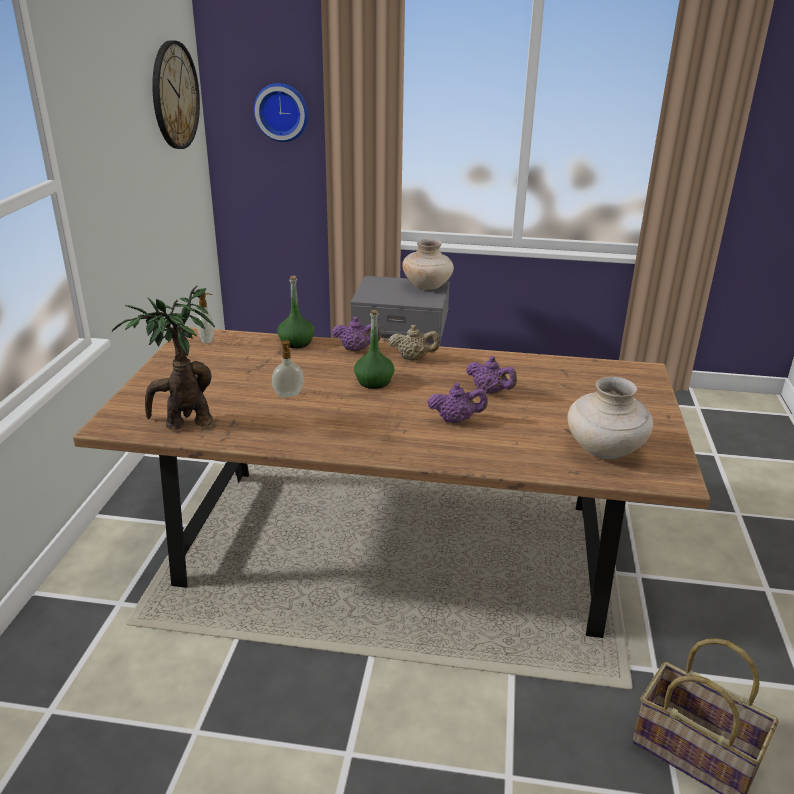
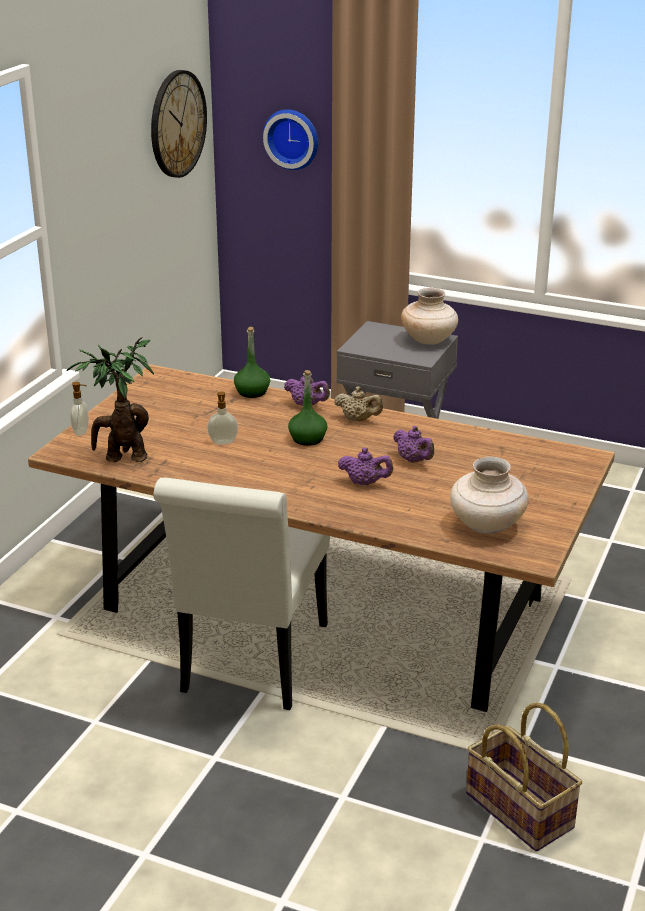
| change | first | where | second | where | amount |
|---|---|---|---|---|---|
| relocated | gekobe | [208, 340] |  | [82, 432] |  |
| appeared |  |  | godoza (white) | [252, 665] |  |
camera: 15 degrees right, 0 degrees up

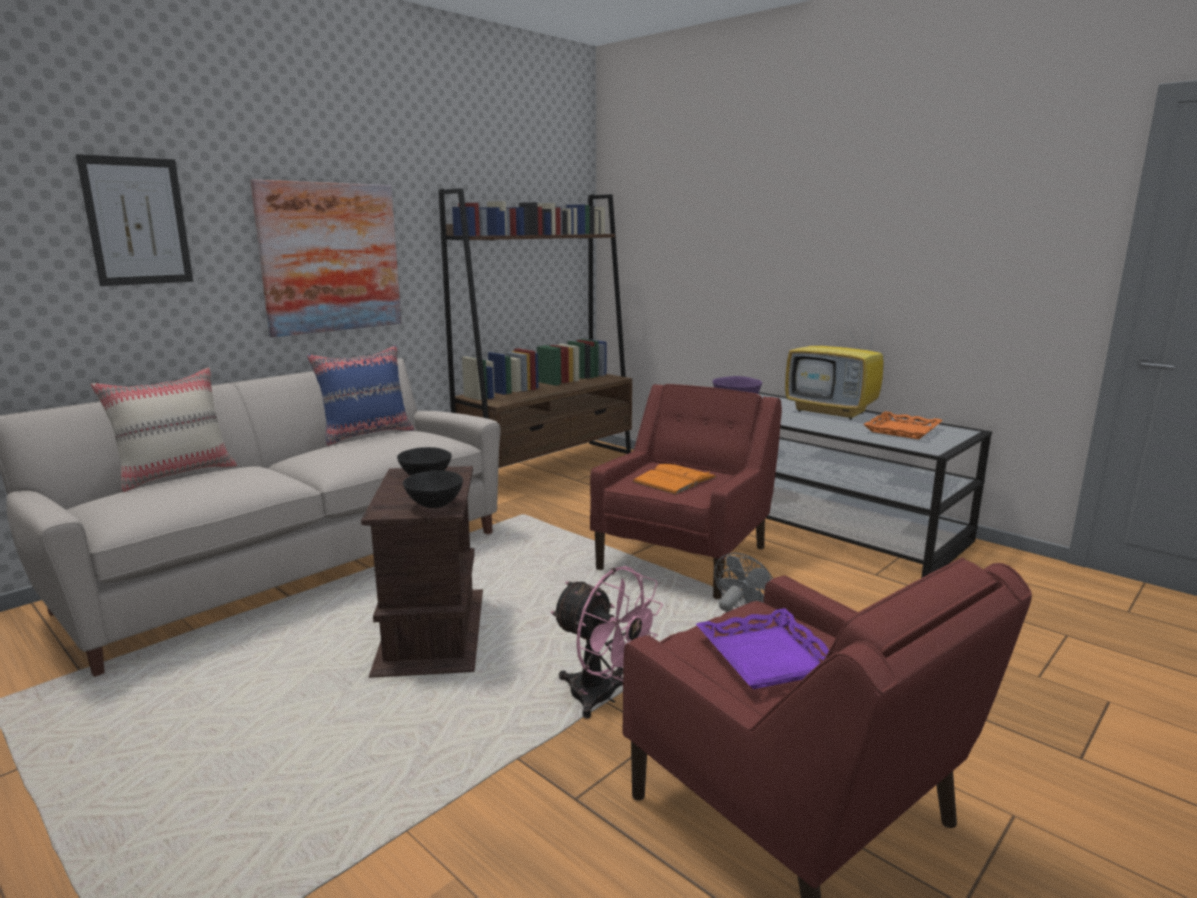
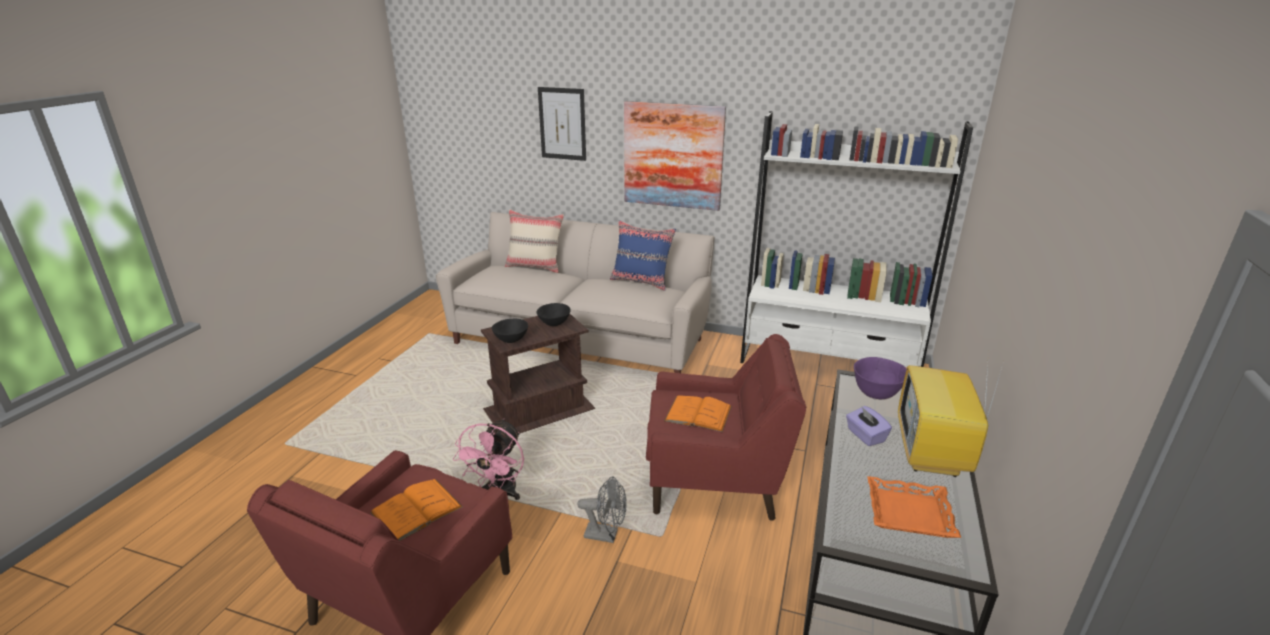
| change | first | where | second | where | amount |
|---|---|---|---|---|---|
| exchanged | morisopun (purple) | [769, 657] | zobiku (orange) | [416, 510] |  |
| colour | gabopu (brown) | [548, 467] | gabopu (white) | [828, 363] |  |
| appeared |  |  | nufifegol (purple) | [865, 436] |  |
camera: 65 degrees right, 10 degrees up

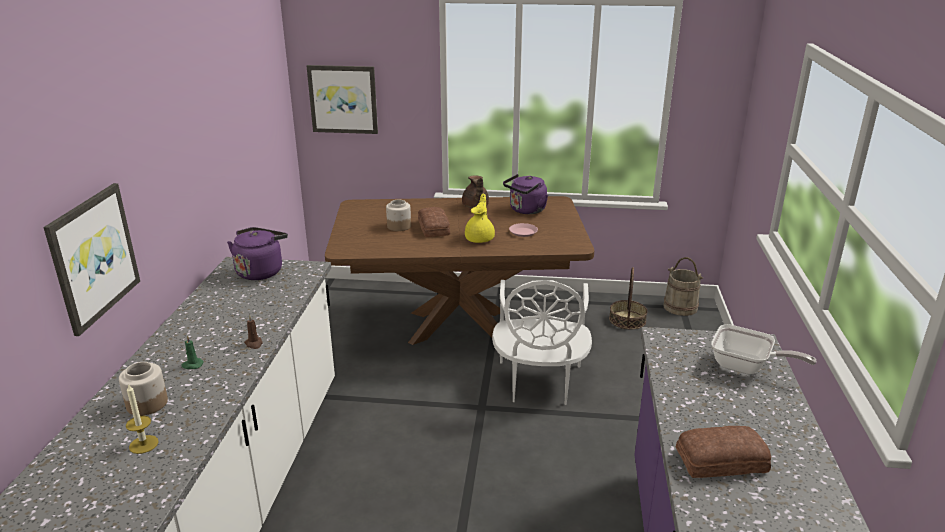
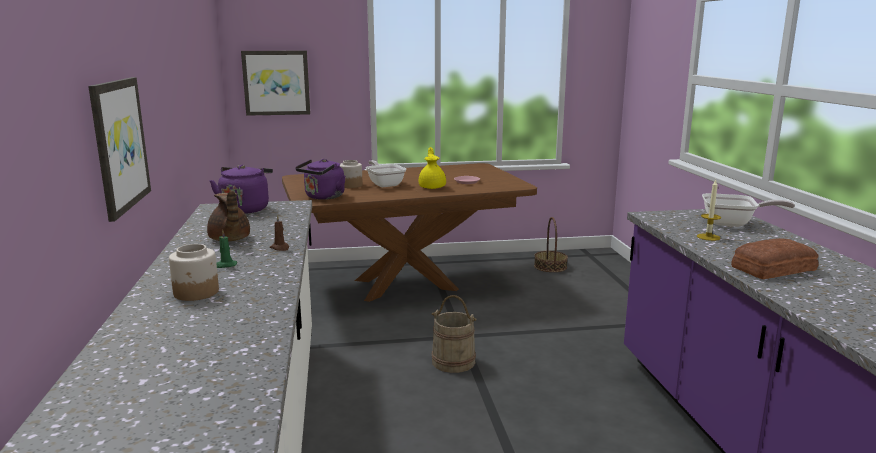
| change | first | where | second | where | amount |
|---|---|---|---|---|---|
| relocated | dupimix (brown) | [475, 207] |  | [229, 239] |  |
| relocated | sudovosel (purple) | [526, 210] |  | [323, 197] |  |
| exchanged | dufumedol | [434, 227] | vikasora | [384, 184] |  |
| relocated | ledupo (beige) | [680, 307] |  | [453, 361] |  |
| relocated | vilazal | [143, 444] |  | [708, 237] |  |
| missing | godoza (white) | [539, 383] |  |  |  |
camera: 15 degrees left, 10 degrees down

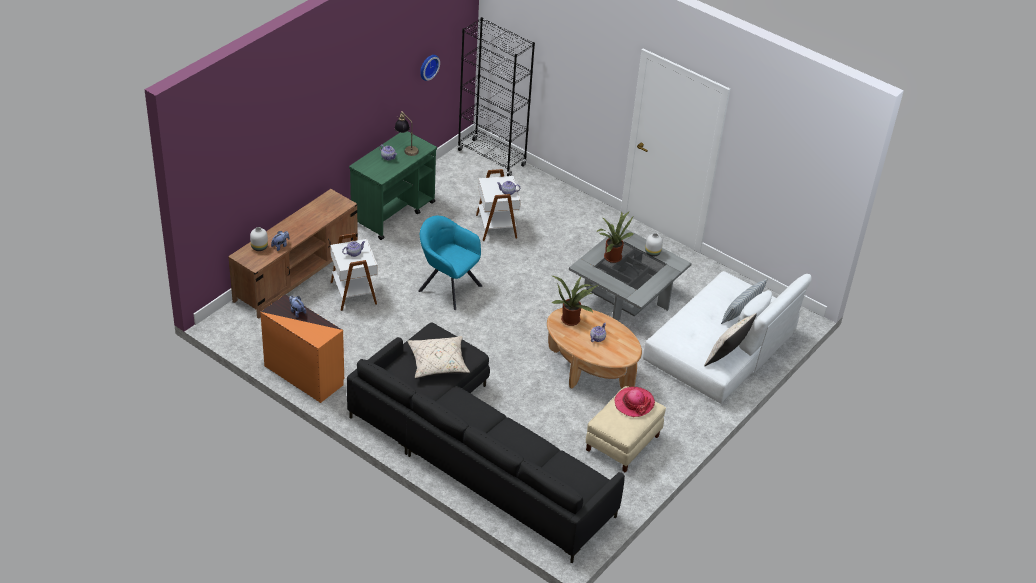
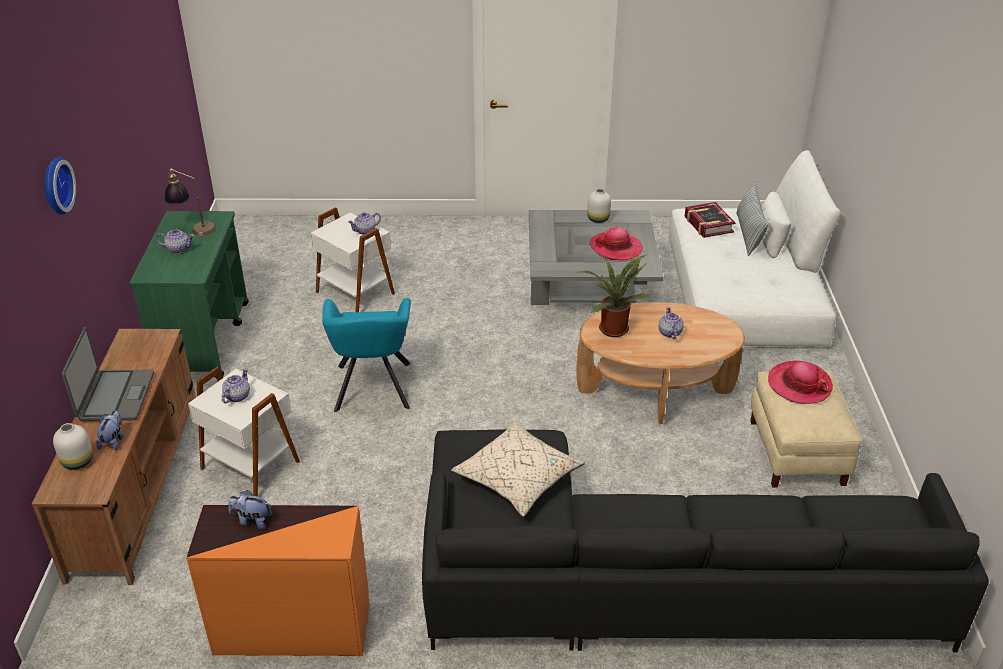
| change | first | where | second | where | amount |
|---|---|---|---|---|---|
| relocated | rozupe | [428, 66] |  | [55, 186] |  |
| appeared |  |  | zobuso | [115, 396] |  |
| spun | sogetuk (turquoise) | [447, 287] |  | [373, 389] | 90 degrees counterclockwise |
| appeared |  |  | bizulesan | [616, 248] |  |
| appeared |  |  | zobiku | [708, 224] |  |
| missing | gabopu (black) | [491, 158] |  |  |  |
| missing | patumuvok | [611, 256] |  |  |  |
| missing | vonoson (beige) | [727, 356] |  |  |  |
camera: 35 degrees left, 5 degrees down

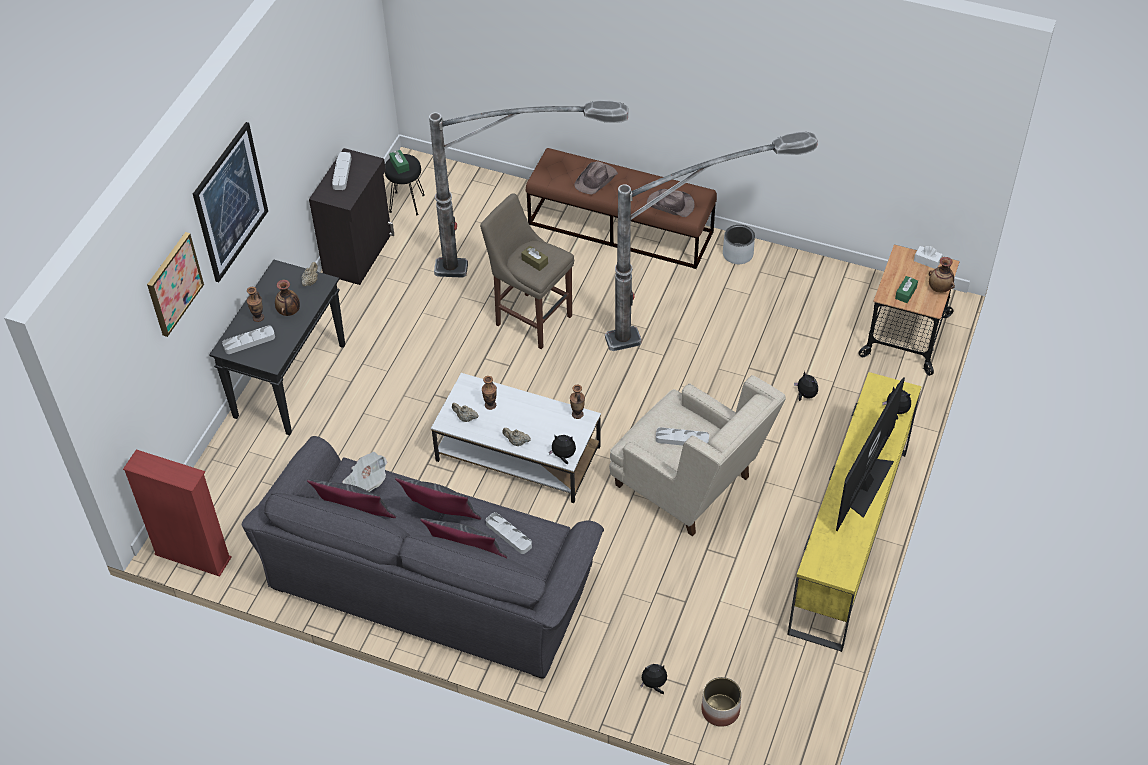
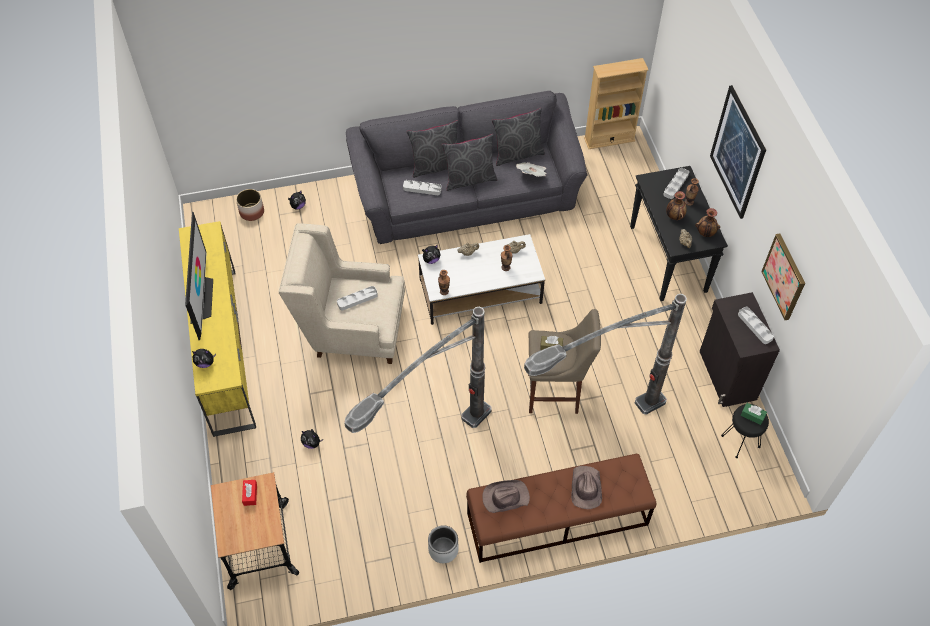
| change | first | where | second | where | amount |
|---|---|---|---|---|---|
| colour | nufifegol (green) | [905, 293] | nufifegol (red) | [250, 494] |  |
| colour | gabopu (red) | [193, 556] | gabopu (beige) | [609, 139] |  |
| relocated | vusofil | [939, 288] |  | [705, 233] |  |
| relocated | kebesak | [174, 283] |  | [784, 276] |  |
| missing | nufifegol (white) | [927, 261] |  |  |  |
camera: 145 degrees right, 5 degrees up

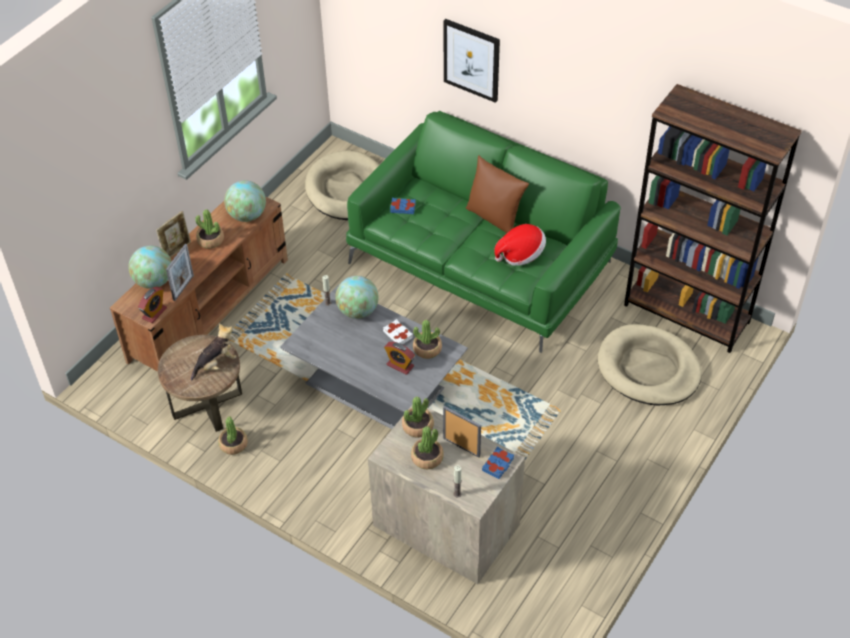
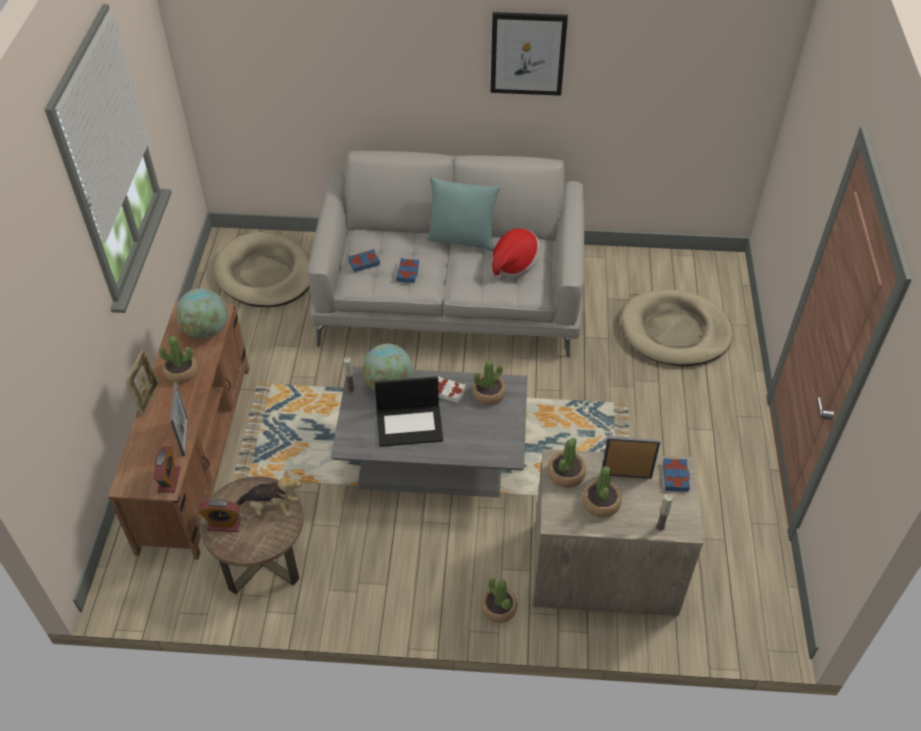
| change | first | where | second | where | amount |
|---|---|---|---|---|---|
| relocated | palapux | [400, 365] |  | [224, 524] |  |
| spun | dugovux | [216, 364] |  | [271, 507] | 75 degrees clockwise |
| colour | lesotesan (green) | [481, 263] | lesotesan (grey) | [451, 295] |  |
| appeared |  |  | zobuso | [410, 425] |  |
| appeared |  |  | zobiku (blue) | [408, 273] |  |
| colour | vonoson (brown) | [495, 218] | vonoson (turquoise) | [462, 239] |  |
| relocated | patumuvok | [233, 444] |  | [498, 608] |  |
| relocated | kebesak | [471, 60] |  | [527, 53] |  |
| missing | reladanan | [154, 281] |  |  |  |
| missing | gabopu (brown) | [687, 313] |  |  |  |
camera: 30 degrees left, 0 degrees up

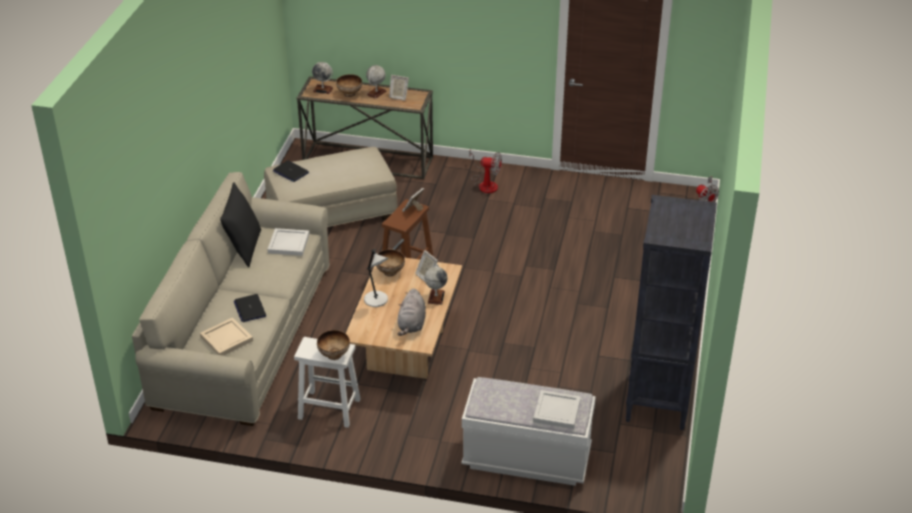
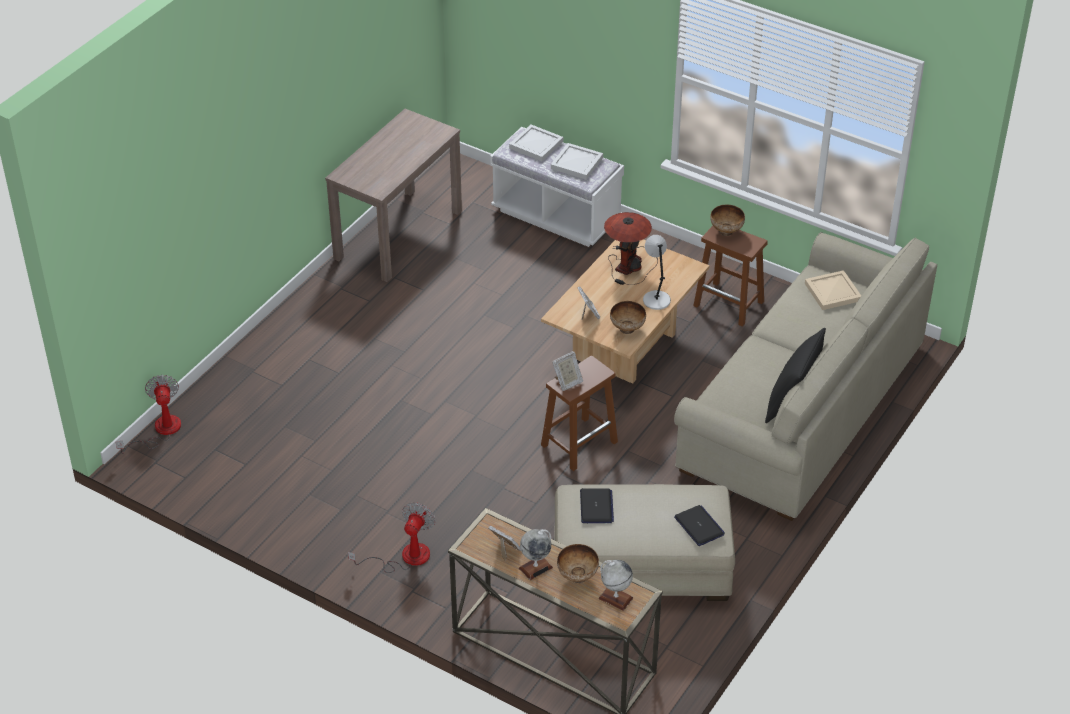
| change | first | where | second | where | amount |
|---|---|---|---|---|---|
| exchanged | gabopu (black) | [657, 401] | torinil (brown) | [398, 234] |  |
| spun | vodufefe | [485, 183] |  | [405, 557] | 75 degrees clockwise |
| relocated | morisopun (white) | [289, 243] |  | [576, 163] |  |
| relocated | zobuso | [250, 309] |  | [596, 507] |  |
| exchanged | dugovux (grey) | [411, 324] | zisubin | [629, 264] |  |
| colour | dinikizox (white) | [328, 409] | dinikizox (brown) | [729, 304] |  |
| missing | reladanan | [436, 297] |  |  |  |
camera: 160 degrees left, 5 degrees up

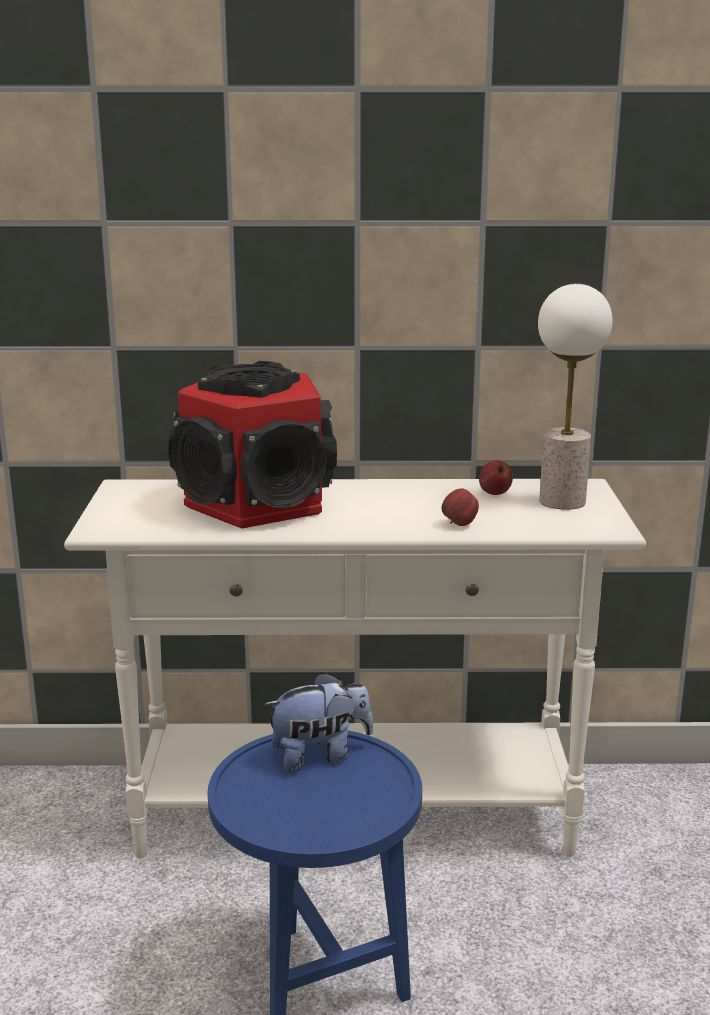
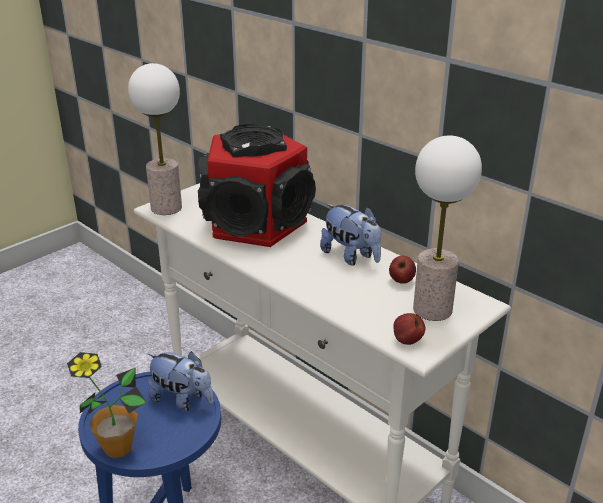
| change | first | where | second | where | amount |
|---|---|---|---|---|---|
| appeared |  |  | patumuvok | [118, 448] |  |
| appeared |  |  | zisubin | [167, 208] |  |
| appeared |  |  | dugovux | [351, 257] |  |
| relocated | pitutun | [459, 524] |  | [407, 341] |  |
camera: 45 degrees right, 10 degrees up

